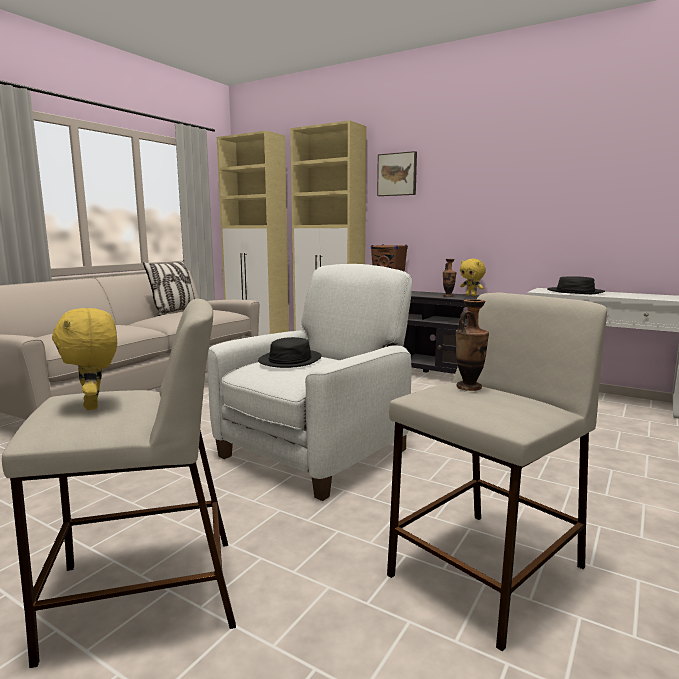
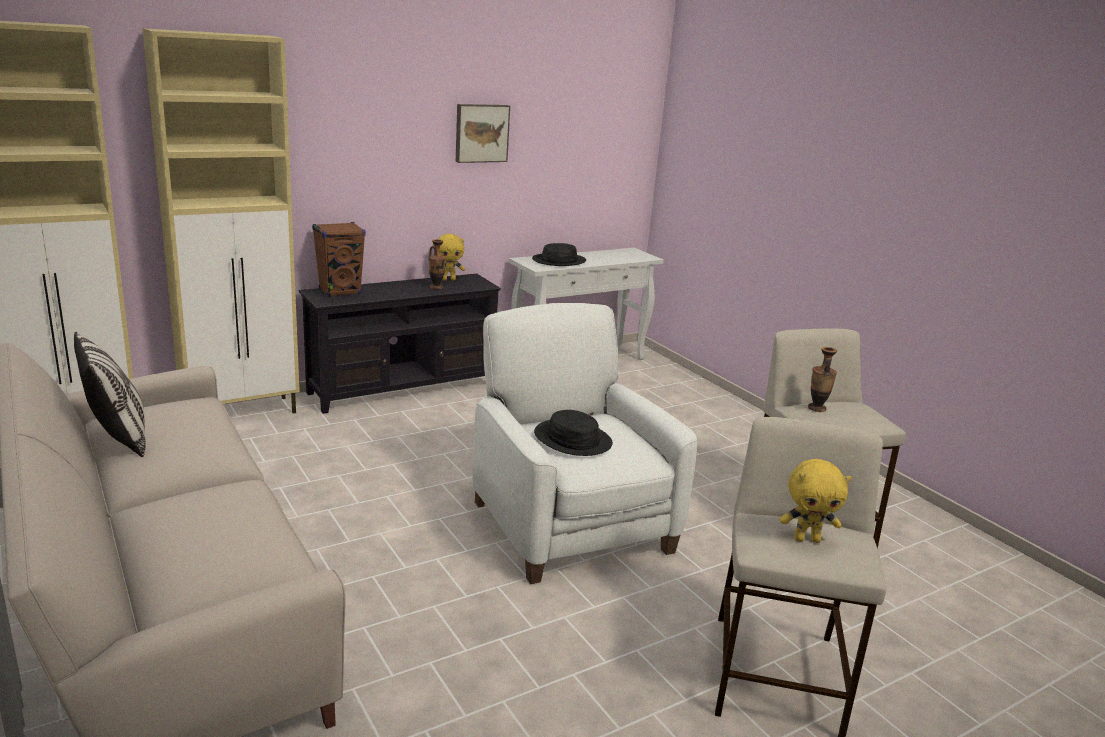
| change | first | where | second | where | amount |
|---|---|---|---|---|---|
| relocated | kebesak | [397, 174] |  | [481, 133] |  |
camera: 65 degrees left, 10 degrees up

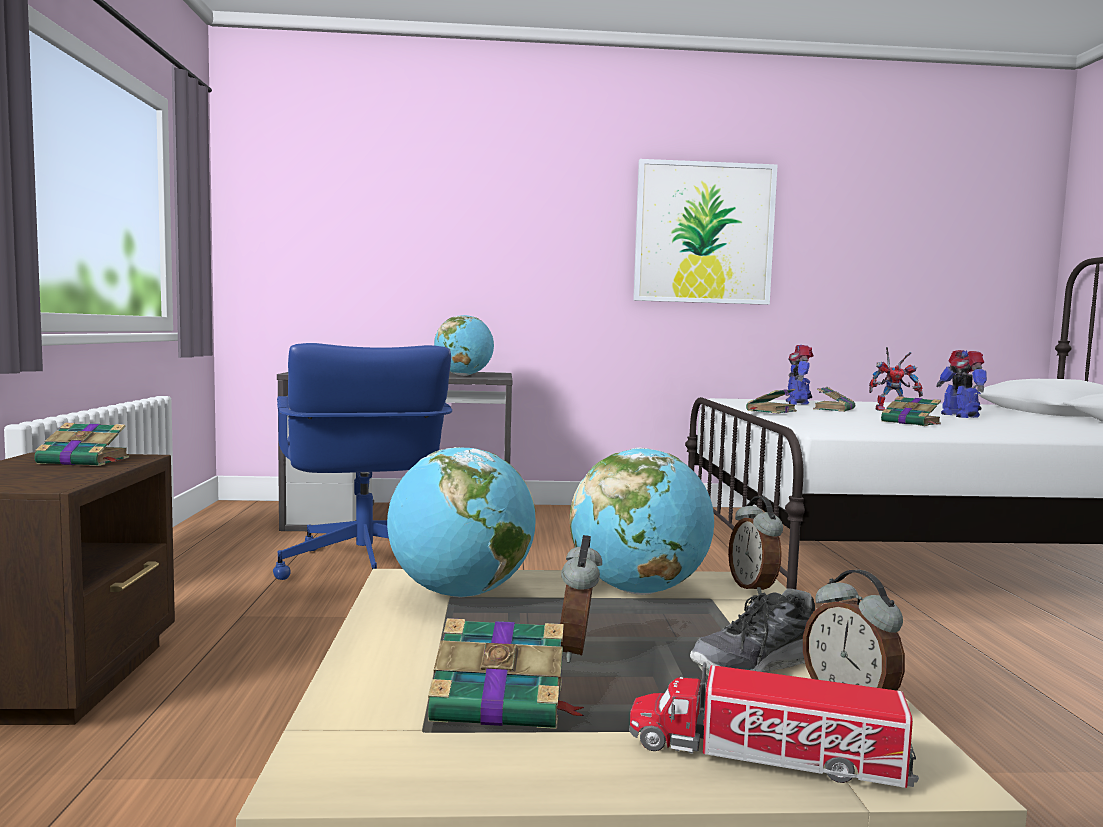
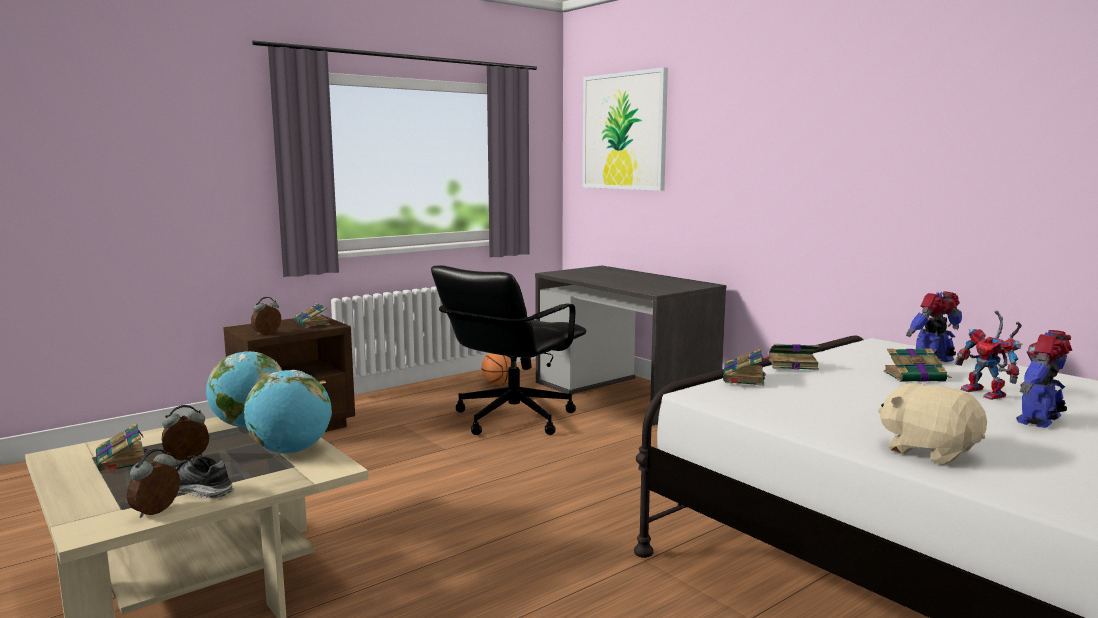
| change | first | where | second | where | amount |
|---|---|---|---|---|---|
| relocated | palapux | [754, 588] |  | [267, 334] |  |
| colour | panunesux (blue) | [363, 567] | panunesux (black) | [512, 418] |  |
| appeared |  |  | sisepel | [499, 384] |  |
| relocated | kebesak | [704, 233] |  | [624, 131] |  |
| relocated | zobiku | [911, 423] |  | [743, 378] |  |
| appeared |  |  | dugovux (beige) | [929, 451] |  |
| missing | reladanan | [464, 375] |  |  |  |
| missing | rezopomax | [765, 756] |  |  |  |
camera: 55 degrees right, 5 degrees up

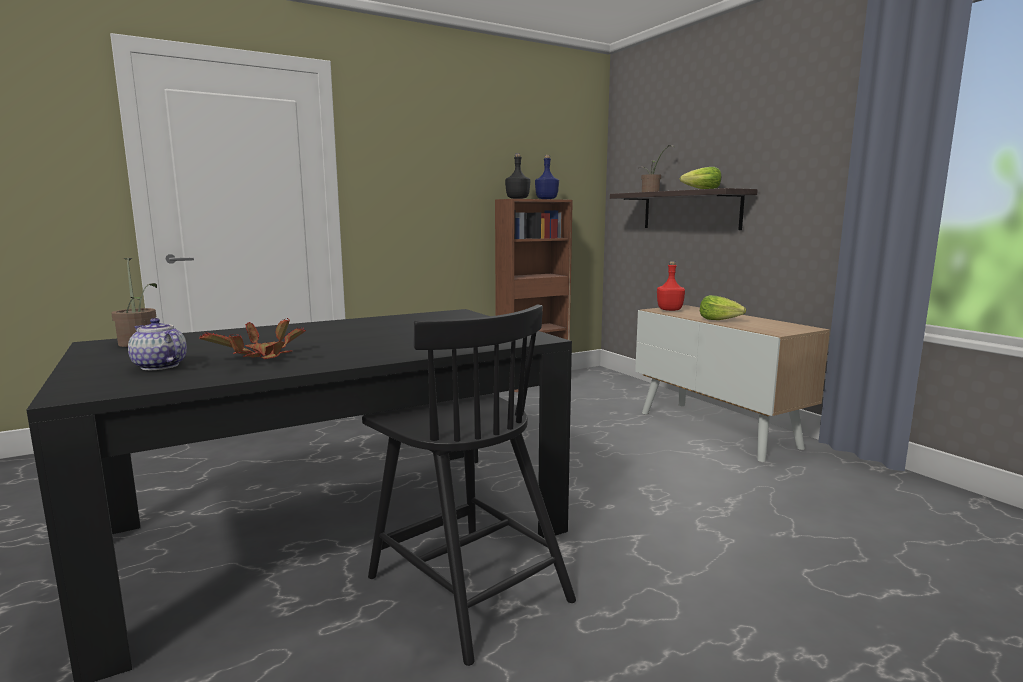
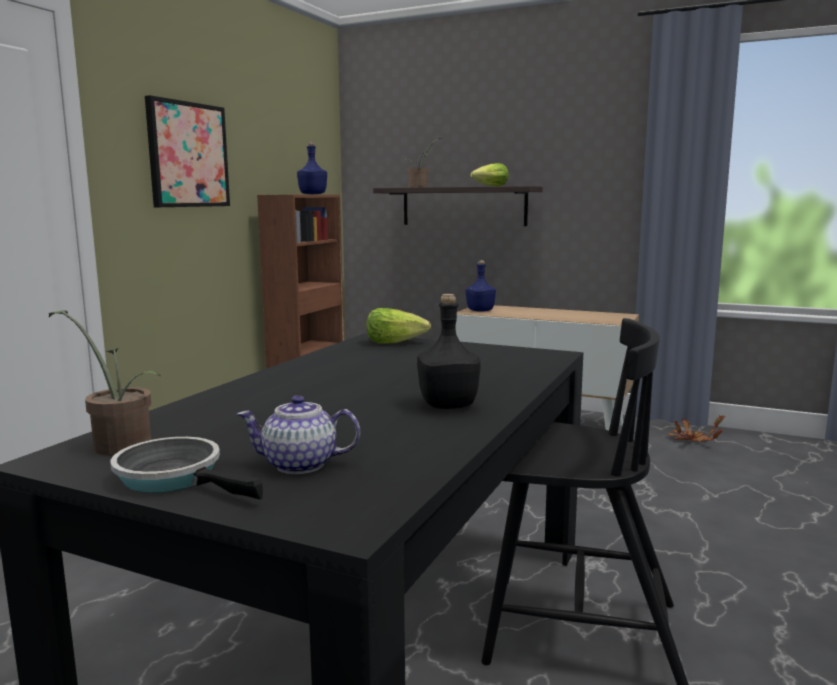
| change | first | where | second | where | amount |
|---|---|---|---|---|---|
| appeared |  |  | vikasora | [176, 478] |  |
| appeared |  |  | kebesak | [187, 155] |  |
| relocated | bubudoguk | [720, 320] |  | [395, 342] |  |
| relocated | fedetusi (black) | [517, 198] |  | [447, 405] |  |
| colour | fedetusi (red) | [669, 310] | fedetusi (blue) | [480, 311] |  |
| relocated | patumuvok | [261, 358] |  | [691, 440] |  |
camera: 35 degrees left, 0 degrees up

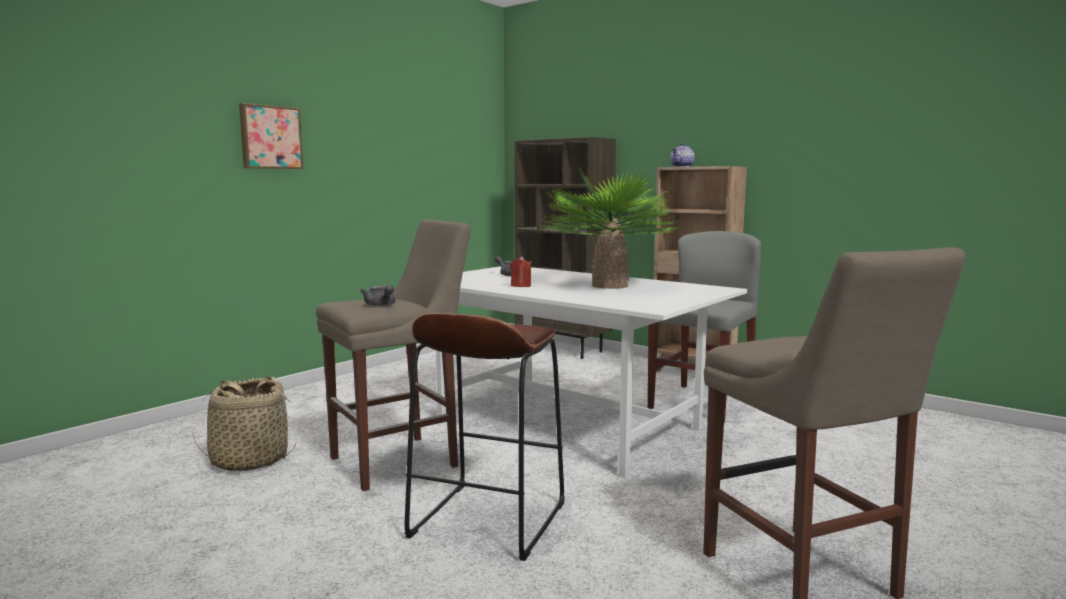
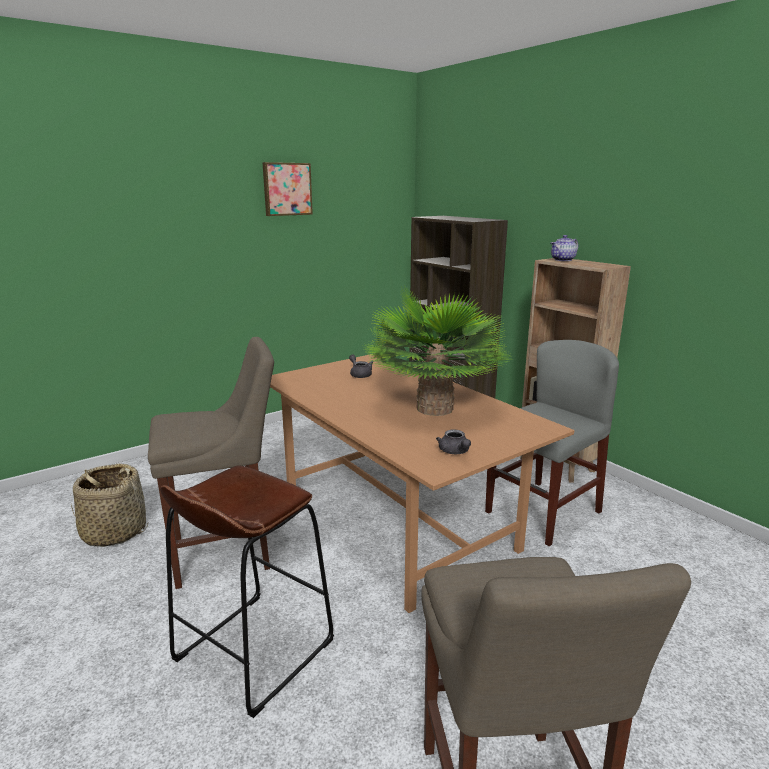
| change | first | where | second | where | amount |
|---|---|---|---|---|---|
| relocated | kebesak | [270, 137] |  | [287, 189] |  |
| colour | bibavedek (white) | [565, 424] | bibavedek (brown) | [395, 523] |  |
| relocated | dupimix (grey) | [381, 305] |  | [455, 452] |  |
| missing | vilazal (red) | [521, 286] |  |  |  |
camera: 15 degrees right, 10 degrees up

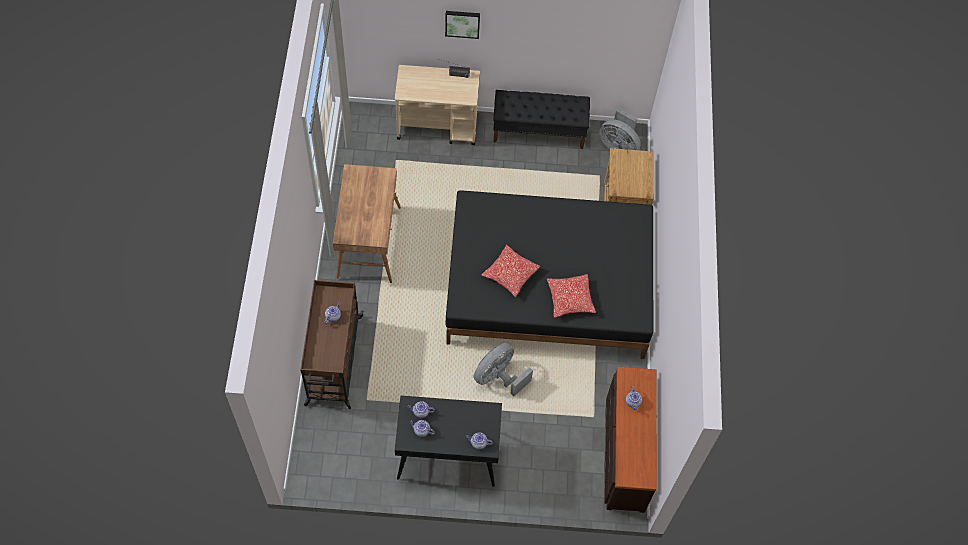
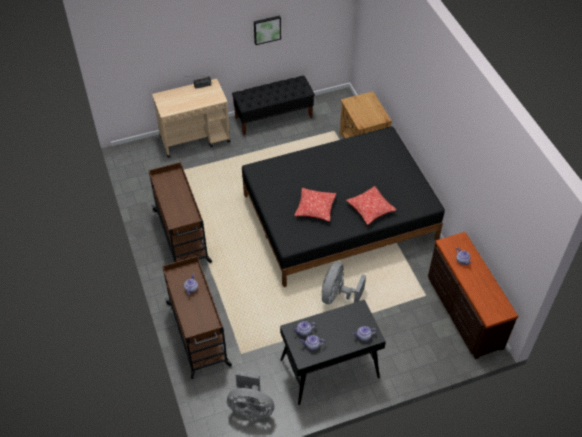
| change | first | where | second | where | amount |
|---|---|---|---|---|---|
| exchanged | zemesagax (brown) | [368, 242] | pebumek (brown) | [182, 237] |  |
| relocated | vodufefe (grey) | [618, 146] |  | [251, 408] |  |
| relocated | kebesak | [462, 23] |  | [267, 29] |  |
camera: 20 degrees left, 10 degrees down

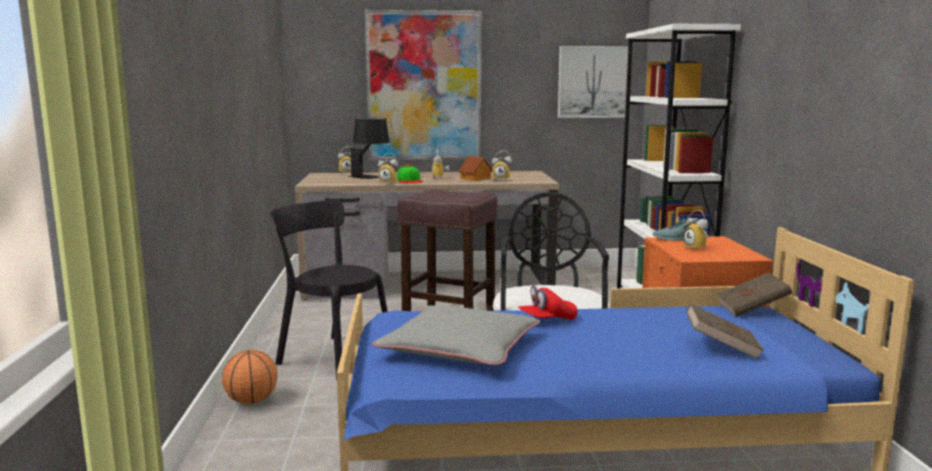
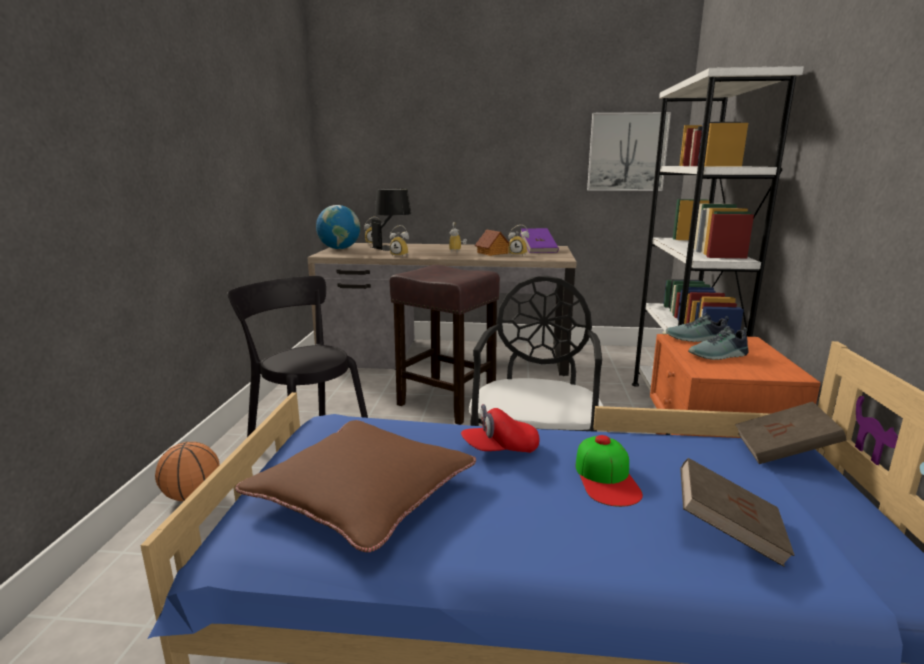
| change | first | where | second | where | amount |
|---|---|---|---|---|---|
| colour | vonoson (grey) | [460, 348] | vonoson (brown) | [362, 492] |  |
| appeared |  |  | reladanan | [339, 248] |  |
| appeared |  |  | zobiku (purple) | [538, 250] |  |
| relocated | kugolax | [409, 180] |  | [606, 478] |  |
| exchanged | palapux | [698, 249] | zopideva | [719, 356] |  |
| missing | kebesak | [424, 86] |  |  |  |
camera: 10 degrees right, 5 degrees up

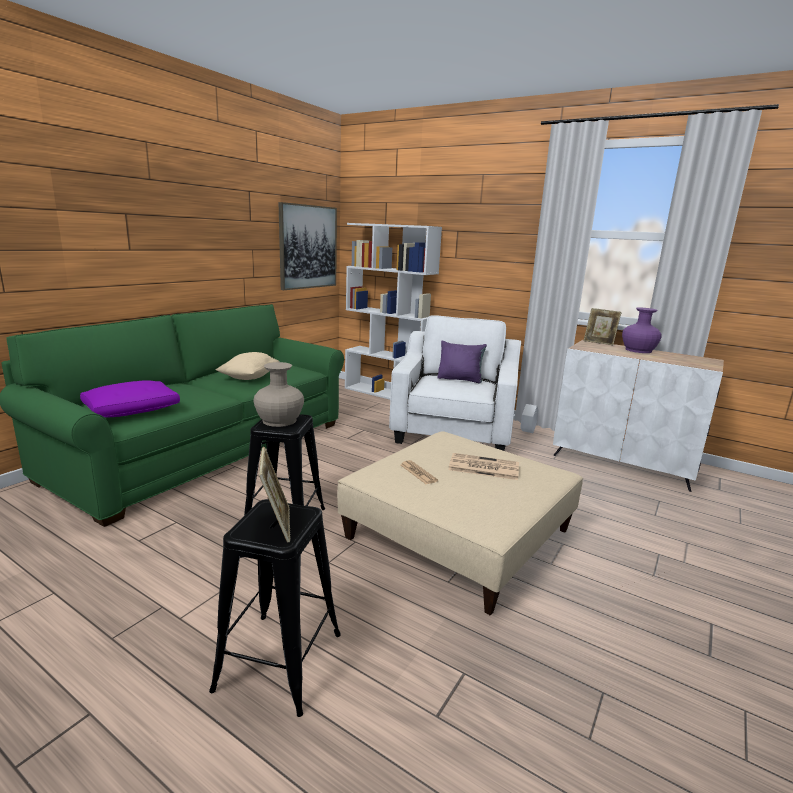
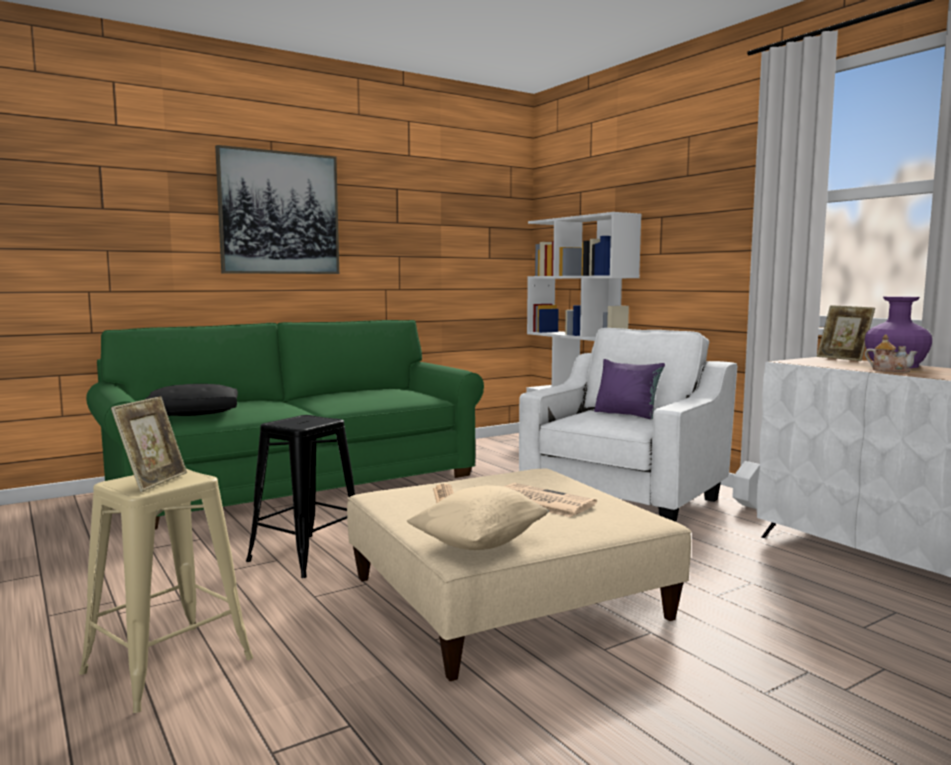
| change | first | where | second | where | amount |
|---|---|---|---|---|---|
| colour | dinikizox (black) | [279, 661] | dinikizox (beige) | [168, 666] |  |
| colour | vonoson (purple) | [133, 410] | vonoson (black) | [194, 413] |  |
| relocated | kebesak | [308, 247] |  | [279, 213] |  |
| relocated | vonoson (beige) | [249, 377] |  | [479, 543] |  |
| appeared |  |  | dupimix | [889, 370] |  |
| missing | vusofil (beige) | [279, 420] |  |  |  |
camera: 25 degrees right, 10 degrees down

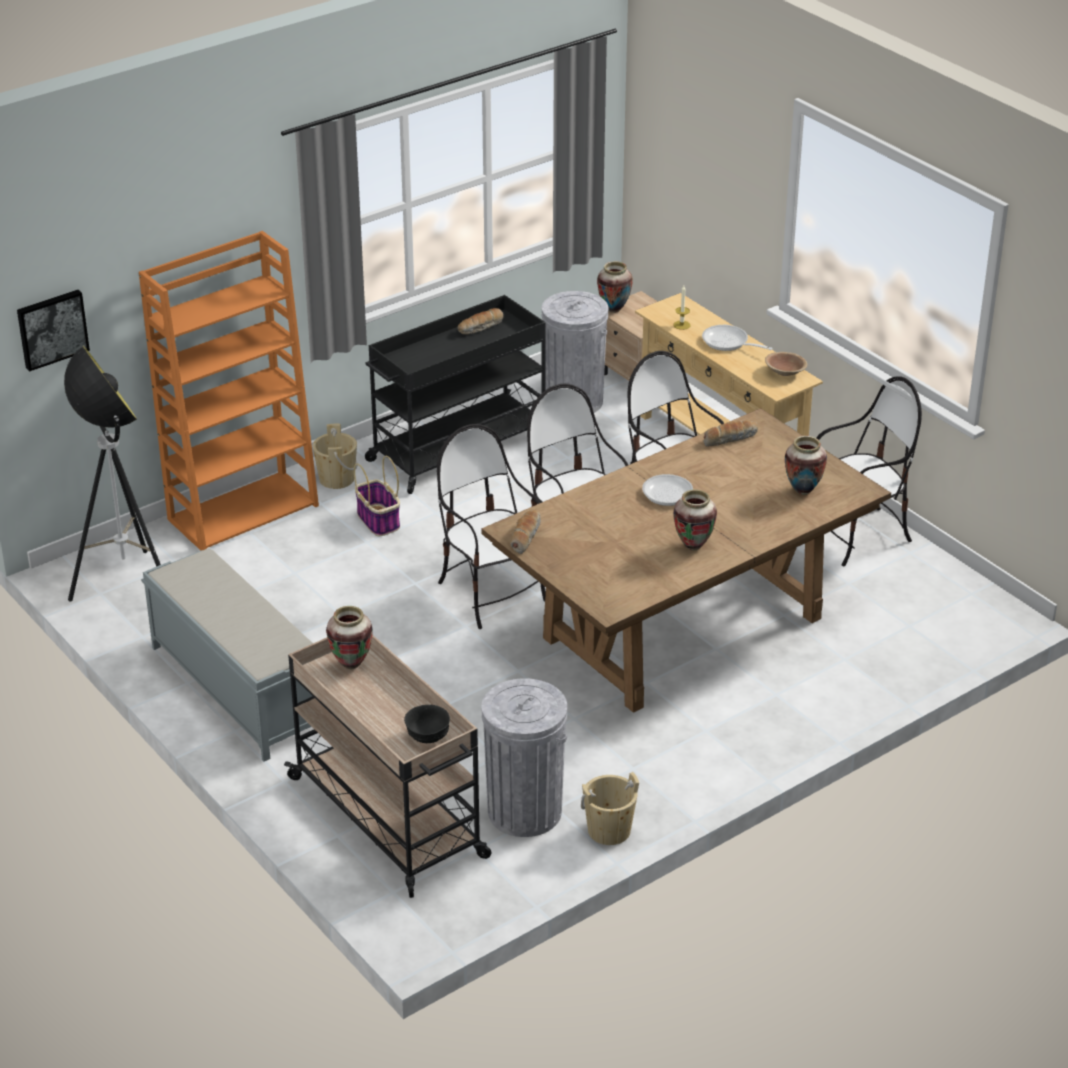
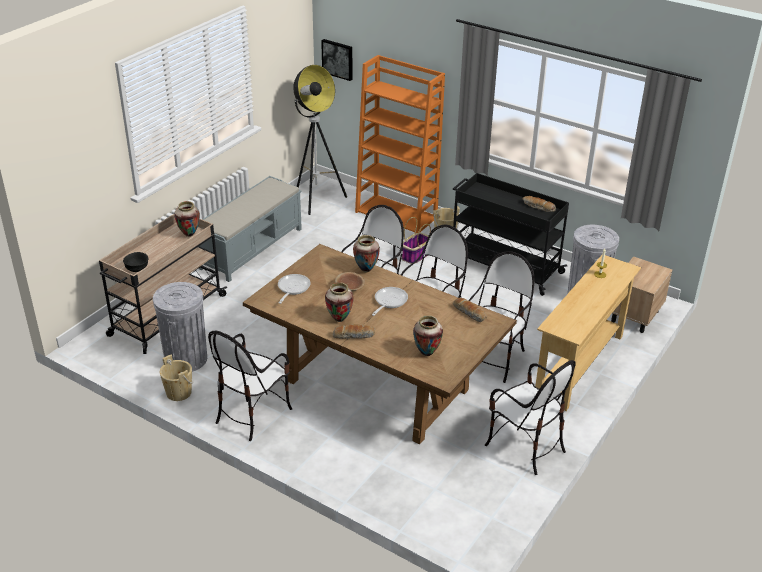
| change | first | where | second | where | amount |
|---|---|---|---|---|---|
| appeared |  |  | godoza | [252, 413] |  |
| relocated | vikasora | [728, 343] |  | [292, 288] |  |
| relocated | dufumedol | [525, 536] |  | [353, 335] |  |
| relocated | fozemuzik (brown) | [785, 372] |  | [350, 288] |  |
| relocated | vusofil | [614, 310] |  | [366, 270] |  |
camera: 70 degrees right, 0 degrees up

